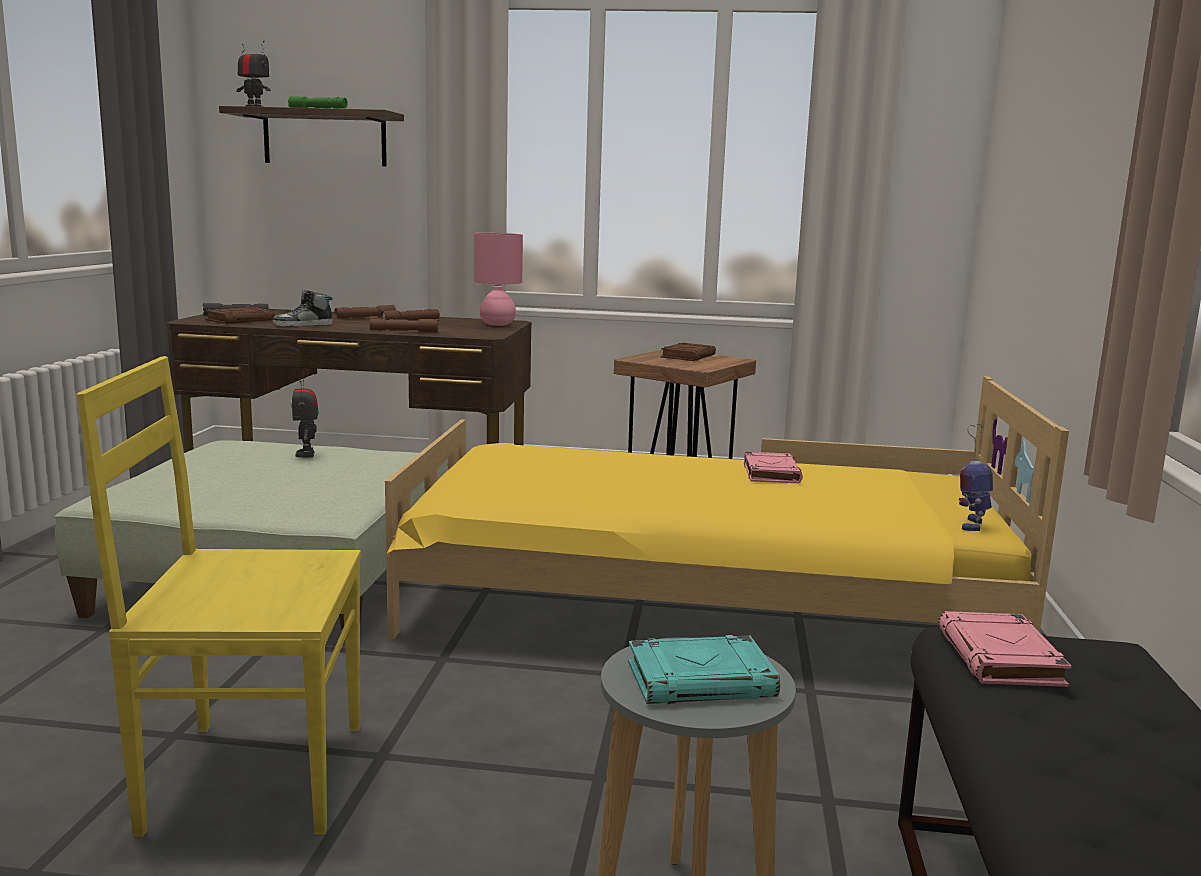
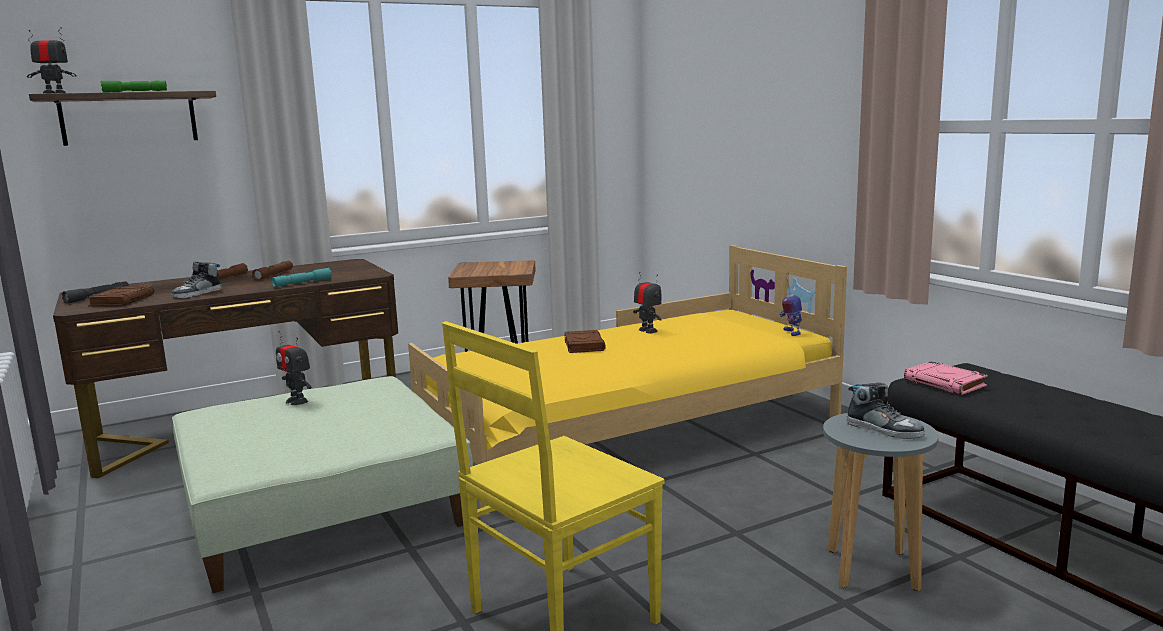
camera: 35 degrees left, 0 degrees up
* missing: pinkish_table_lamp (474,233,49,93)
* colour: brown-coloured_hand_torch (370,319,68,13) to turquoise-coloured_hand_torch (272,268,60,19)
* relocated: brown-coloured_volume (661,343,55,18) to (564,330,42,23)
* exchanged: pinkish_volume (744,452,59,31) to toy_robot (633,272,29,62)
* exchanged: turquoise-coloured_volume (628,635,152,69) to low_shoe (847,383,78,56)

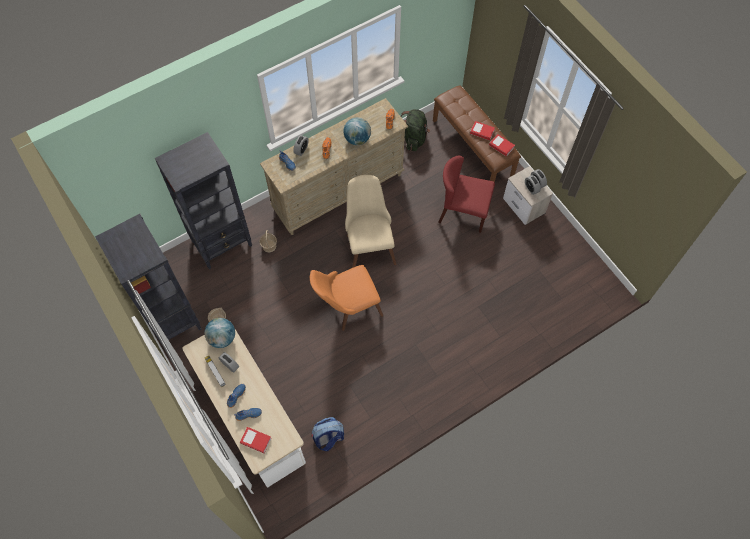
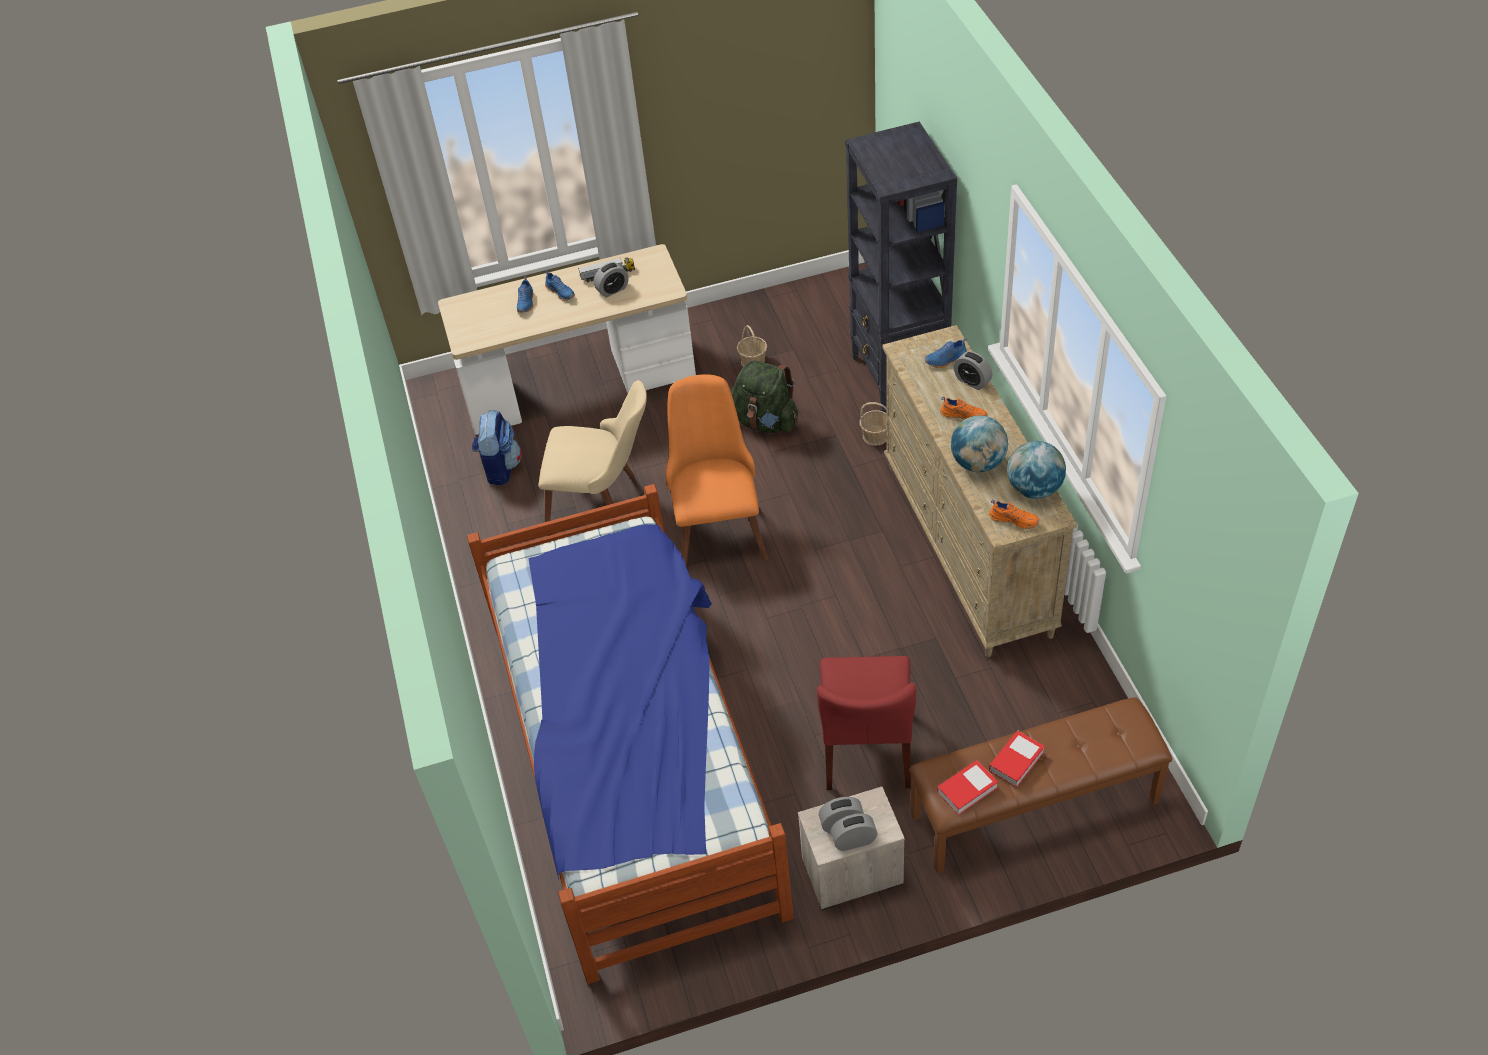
camera: 110 degrees right, 15 degrees down
* relocated: green_knapsack (401,109,29,42) to (731,359,67,74)
* spun: red-coloured_chair (438,156,57,77) = (817,656,99,134) 150 degrees clockwise
* relocated: beige-coloured_chair (345,175,51,93) to (539,380,108,142)
* missing: blackish_shelving_unit (95,214,106,129)
* relocated: desk_globe (205,318,30,30) to (1007,441,59,58)
* missing: volume (240,427,31,26)
* appeared: sleeping_bed (467,484,326,500)

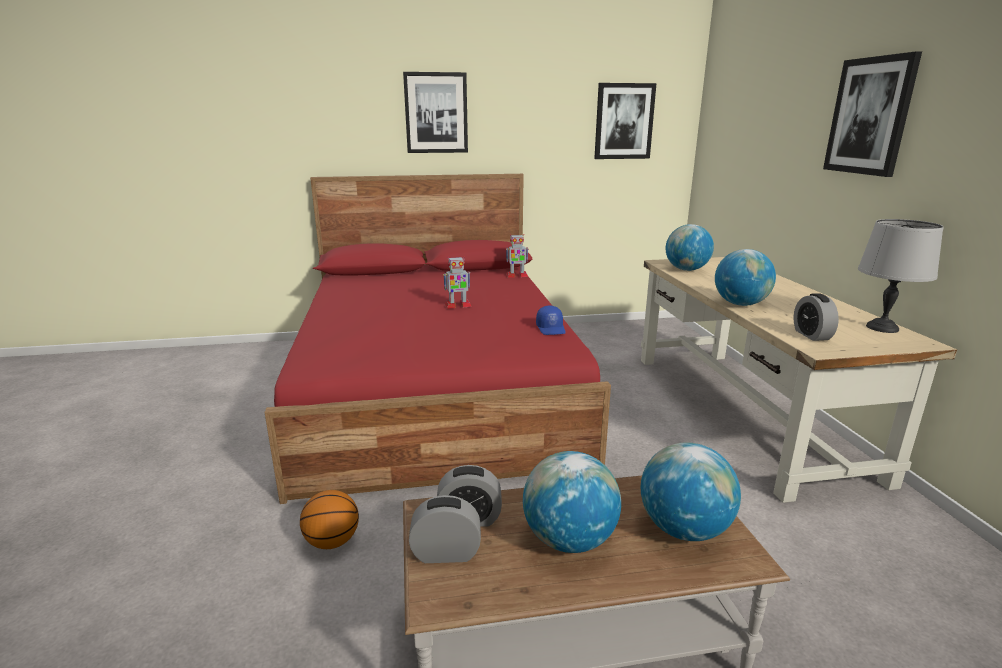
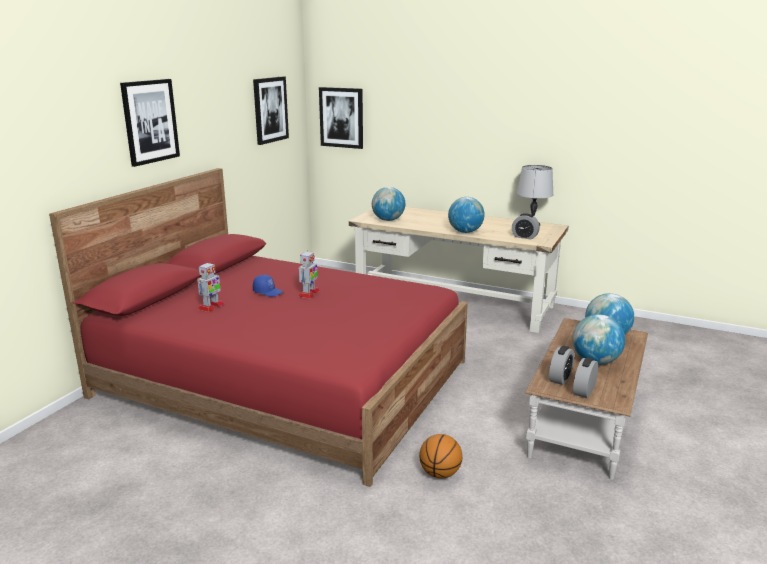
camera: 55 degrees left, 0 degrees up
* relocated: wall_art (823,51,99,126) to (319,87,44,62)
* relocated: toy_robot (506,234,22,44) to (197,261,27,51)
* relocated: blue_peaked_cap (536,305,30,30) to (253,275,30,22)

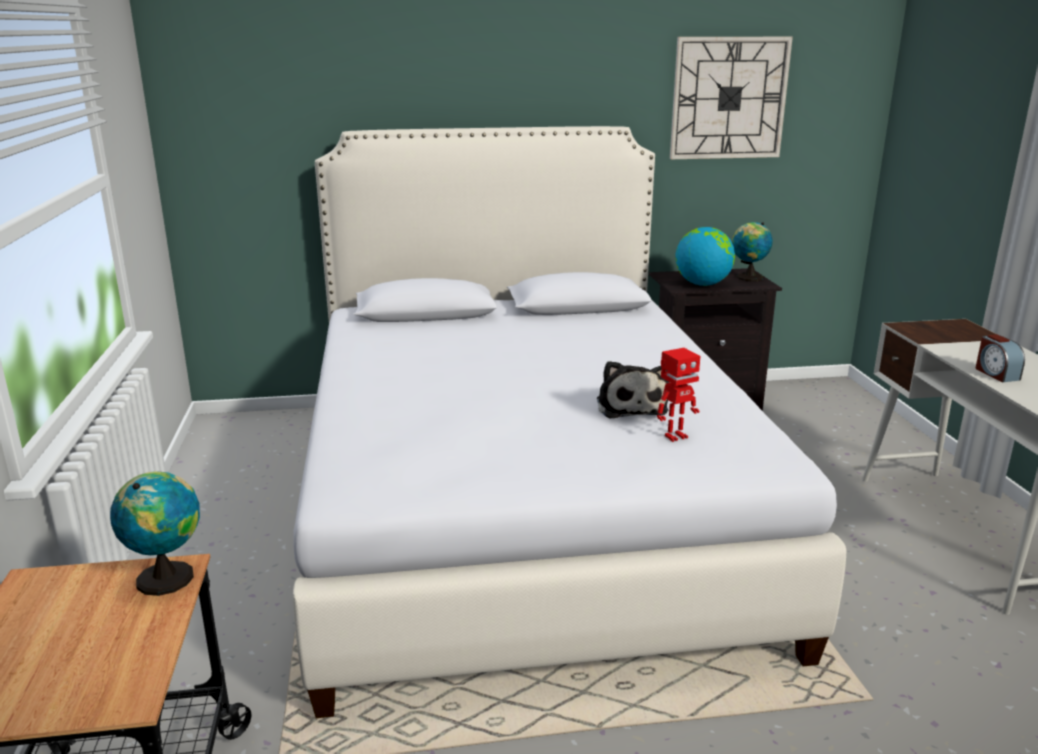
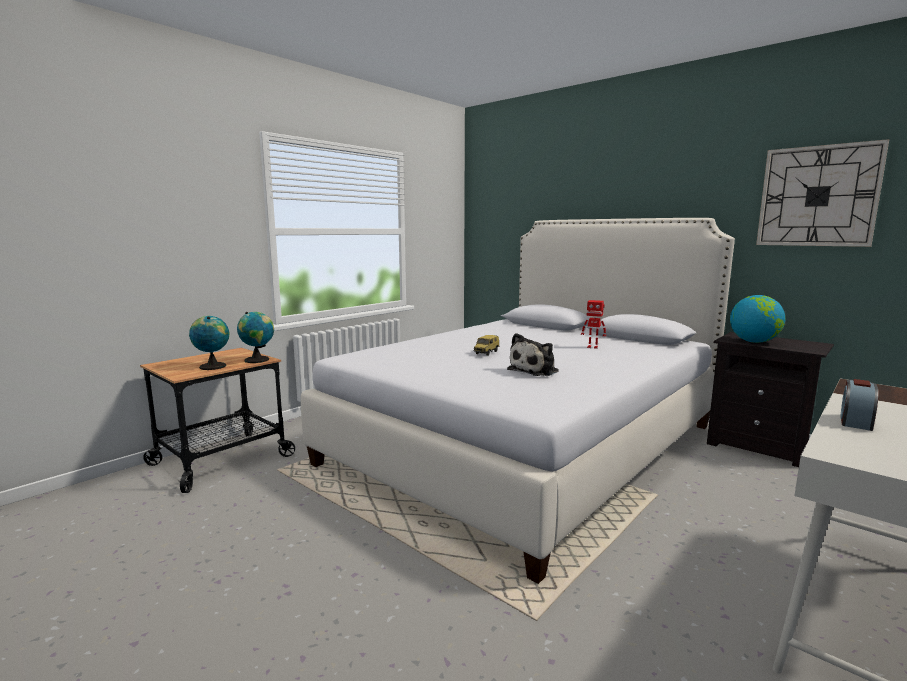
camera: 50 degrees right, 10 degrees down
* relocated: desk_globe (732,222,41,59) to (189,316,40,54)
* relocated: toy_robot (657,348,43,94) to (581,300,25,49)
* appeared: miniature_car (473,335,27,21)

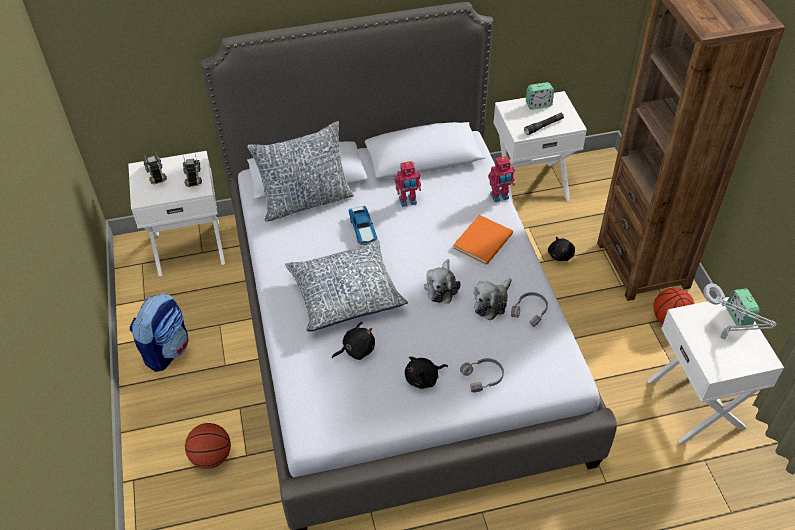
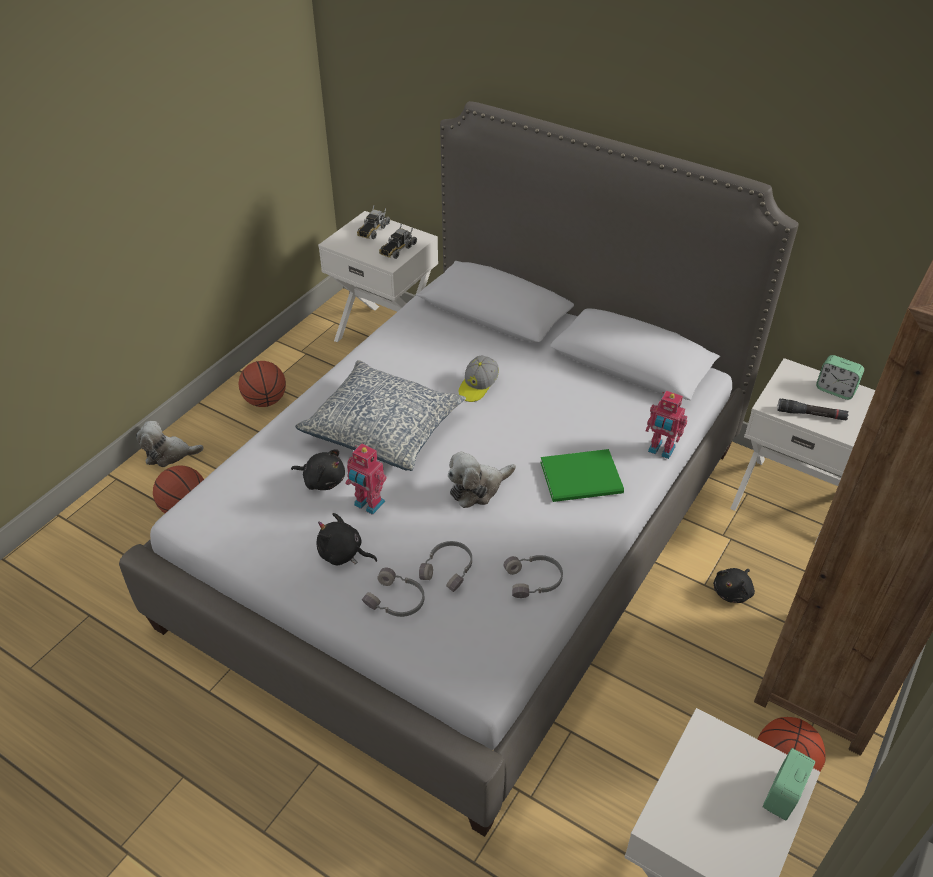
camera: 45 degrees right, 5 degrees down
* missing: pillow (247,121,107,100)
* relocated: toy_robot (394,161,27,46) to (346,443,41,72)
* exchanged: miniature_car (349,206,29,39) to peaked_cap (459,355,40,47)
* colour: orangey_volume (453,215,60,50) to green_volume (540,449,84,53)
* relocated: plush_toy (474,278,38,42) to (136,421,68,46)
* missing: gray_table_lamp (703,283,74,57)
* exchanged: knapsack (130,293,59,79) to basketball_ball (239,361,47,46)
* appeared: gray_headphones (419,541,53,51)

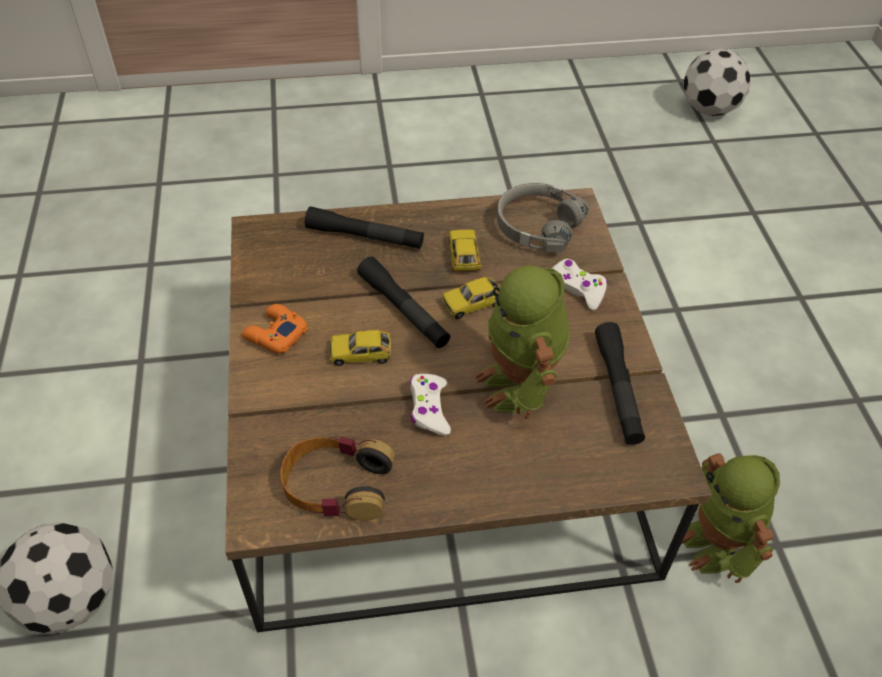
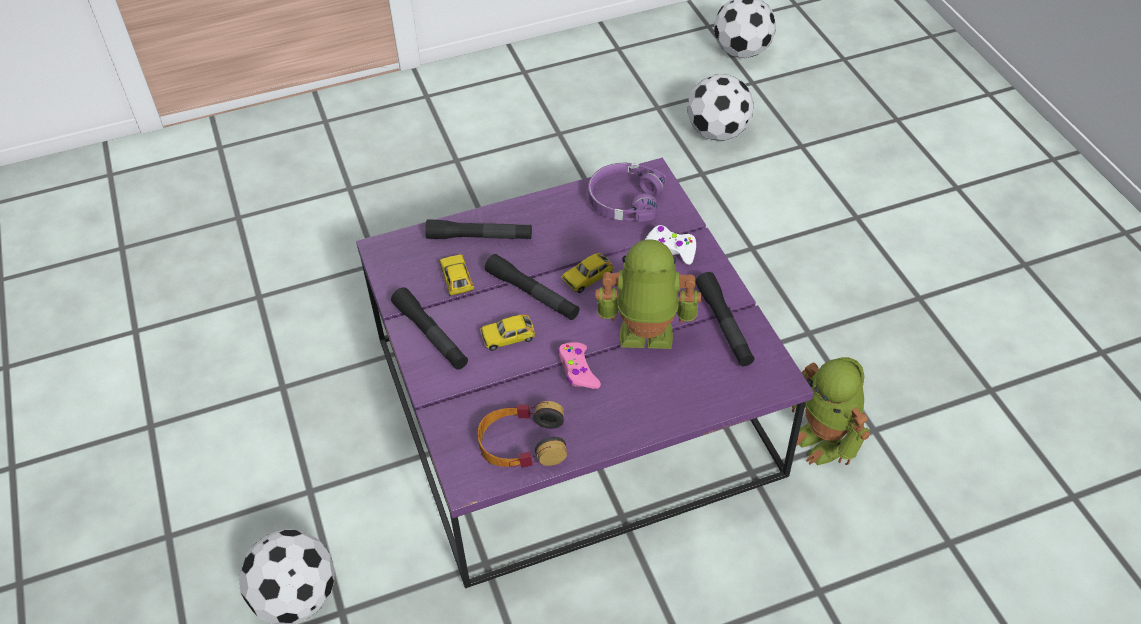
camera: 10 degrees left, 0 degrees up
* colour: gray_headphones (497,183,92,69) to purple-coloured_headphones (588,163,78,59)
* colour: brown-coloured_coffee_table (225,188,487,444) to purple-coloured_coffee_table (356,158,458,430)
* relocated: miniature_car (449,230,32,41) to (440,255,34,41)
* spun: toy_robot (474,266,95,153) = (595,239,106,110) 120 degrees clockwise
* exchanged: orangey_joypad (242,304,66,50) to blackish_hand_torch (391,287,77,83)
* colour: whitish_joypad (410,374,41,62) to pinkish_joypad (558,342,43,47)
* appeared: ball_for_football (687,74,67,67)

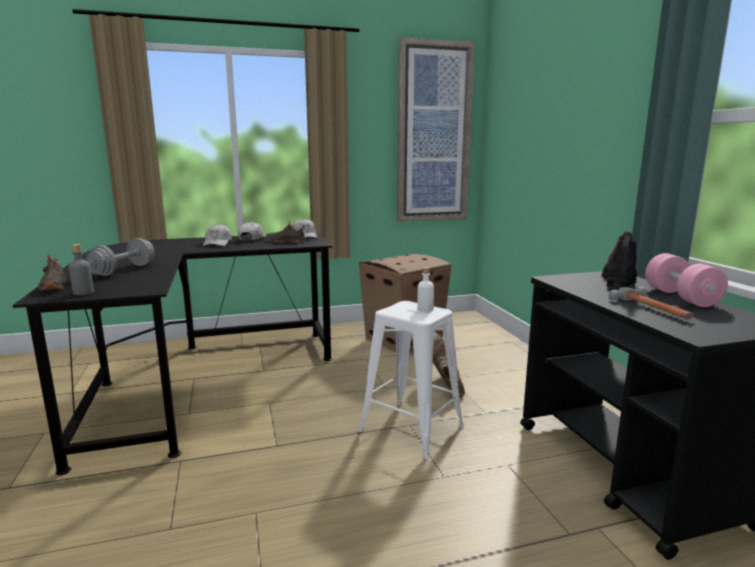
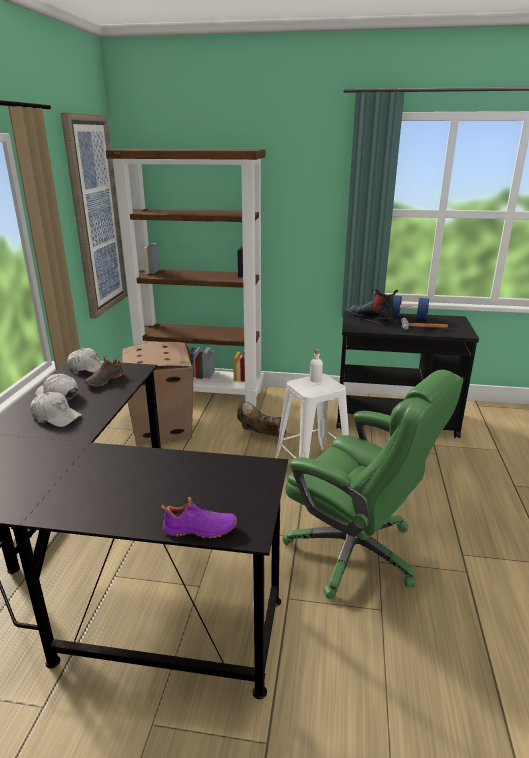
camera: 65 degrees left, 10 degrees up
* missing: gray_hand_weight (85,238,70,38)
* missing: gray_drink_bottle (69,244,25,51)
* colour: pinkish_hand_weight (645,253,83,54) to blue_hand_weight (393,295,37,25)
* colour: blackish_low_shoe (38,254,28,37) to purple-coloured_low_shoe (161,497,76,41)
* appeared: brown-coloured_shelving_unit (106,149,160,258)
* appeared: green_computer_chair (282,370,181,229)

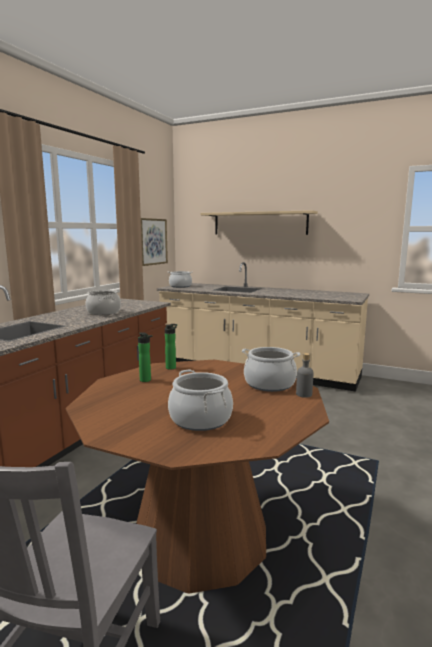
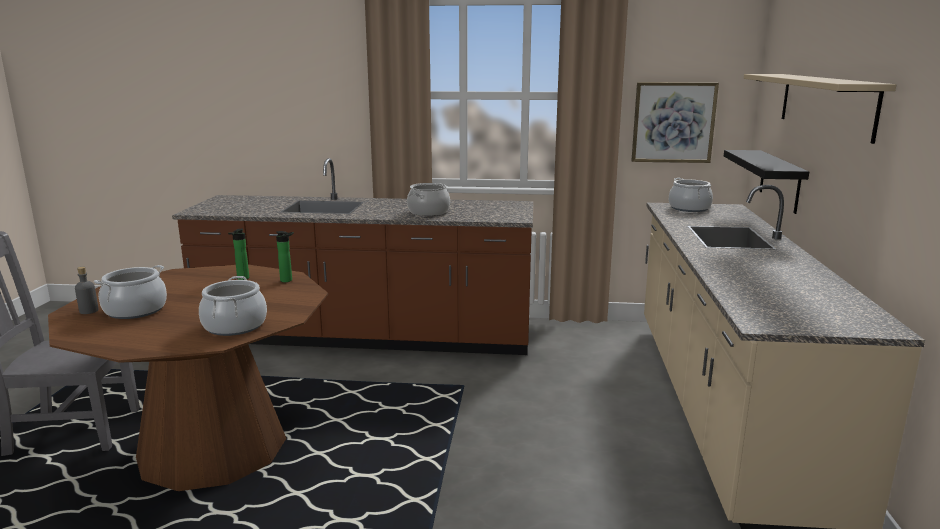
camera: 70 degrees right, 5 degrees up
* relocated: gray_drink_bottle (296,353,18,45) to (75,267,24,47)
* appeared: blackish_wall_shelf (724,150,85,64)

